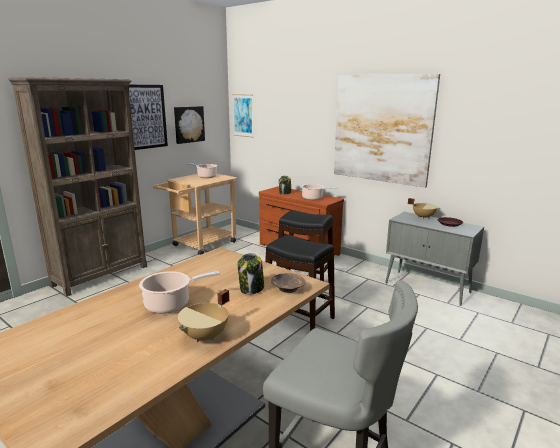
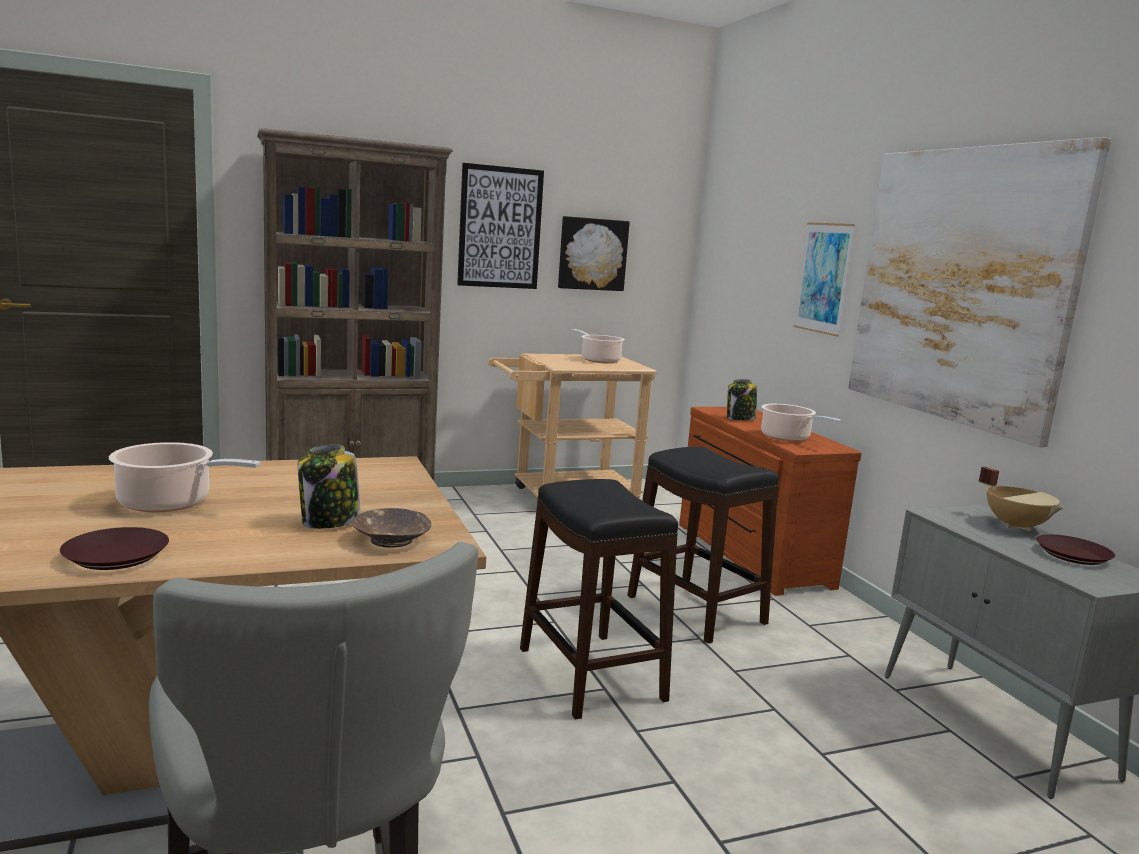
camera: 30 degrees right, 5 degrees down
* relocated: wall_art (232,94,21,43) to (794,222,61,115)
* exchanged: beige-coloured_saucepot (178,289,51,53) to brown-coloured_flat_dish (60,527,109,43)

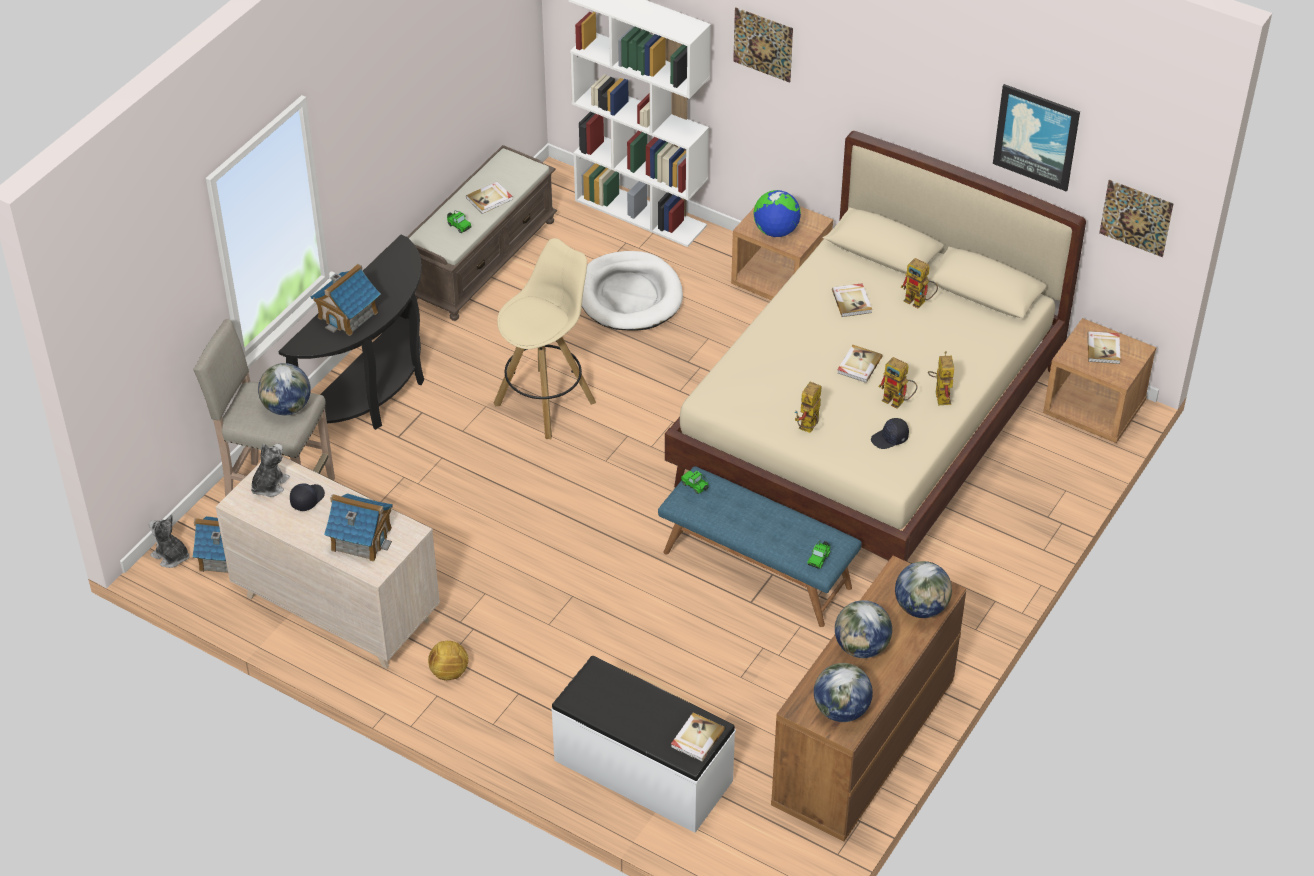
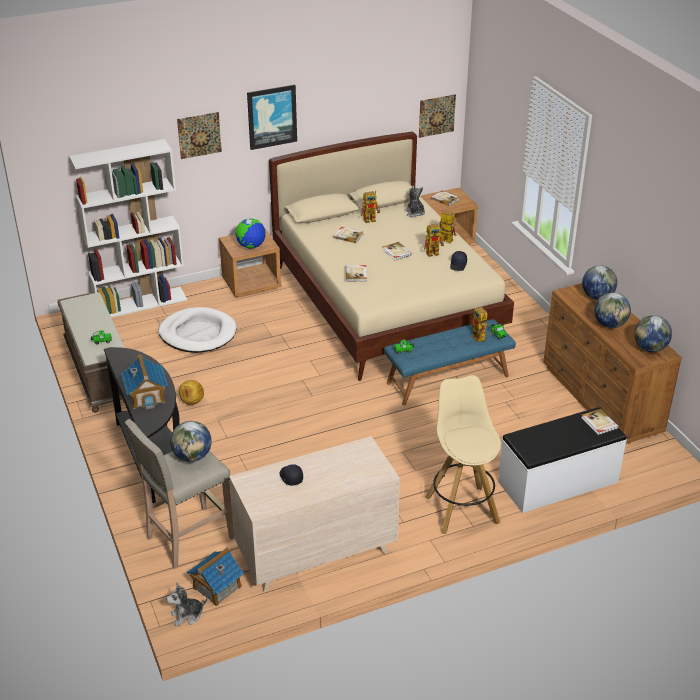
camera: 55 degrees left, 10 degrees down
* relocated: wall_art (993,84,87,108) to (247,85,50,65)
* relocated: volume (466,181,47,33) to (346,265,21,17)
* relocated: beige-coloured_stool_seat (494,238,102,201) to (425,375,76,159)
* relocated: toy_robot (795,382,27,51) to (471,307,22,36)
* relocated: plush_toy (251,444,39,53) to (405,186,20,31)
* missing: toy_house (324,493,69,69)
* relocated: ball_for_football (428,641,41,39) to (179,380,25,25)

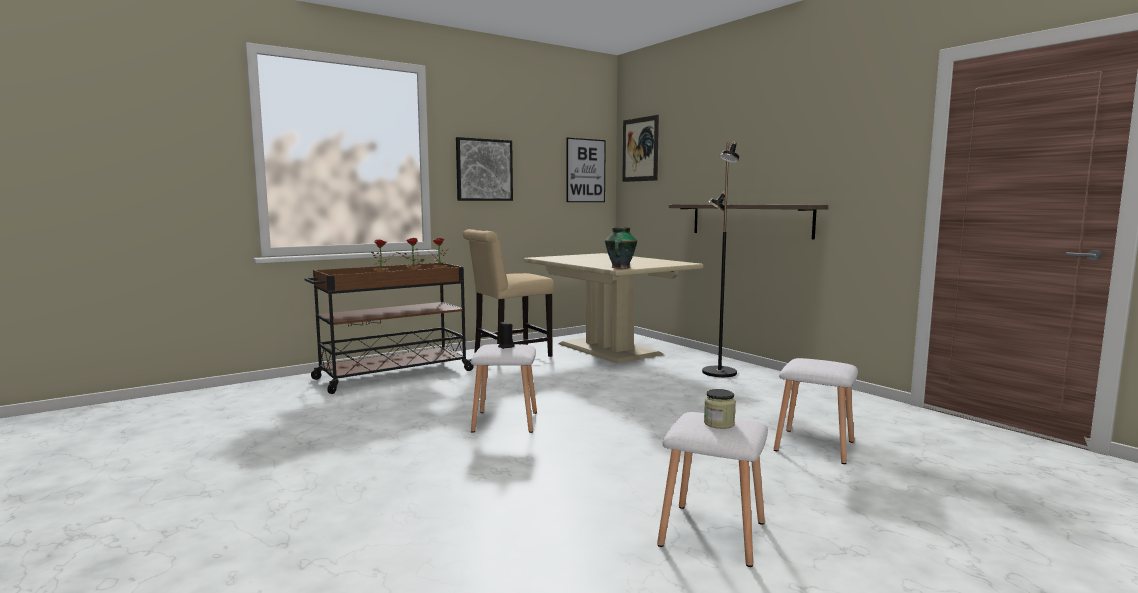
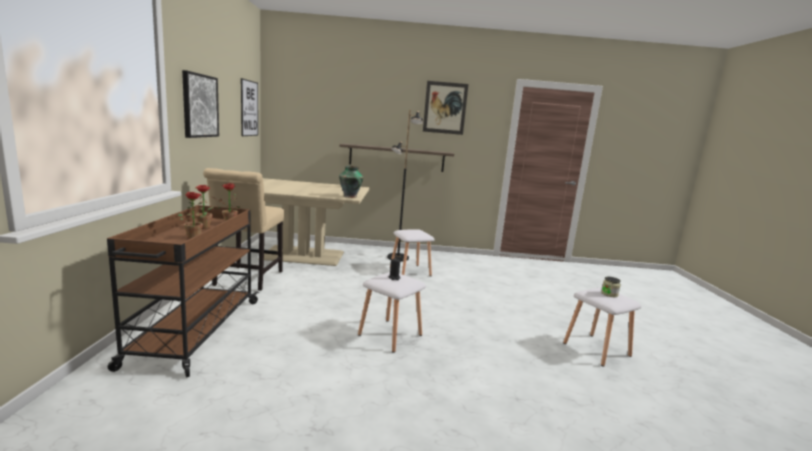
camera: 55 degrees left, 5 degrees up
* relocated: wall_art (622,115,37,67) to (423,81,45,54)
* relocated: whitish_stool_seat (774,358,84,106) to (390,229,45,47)

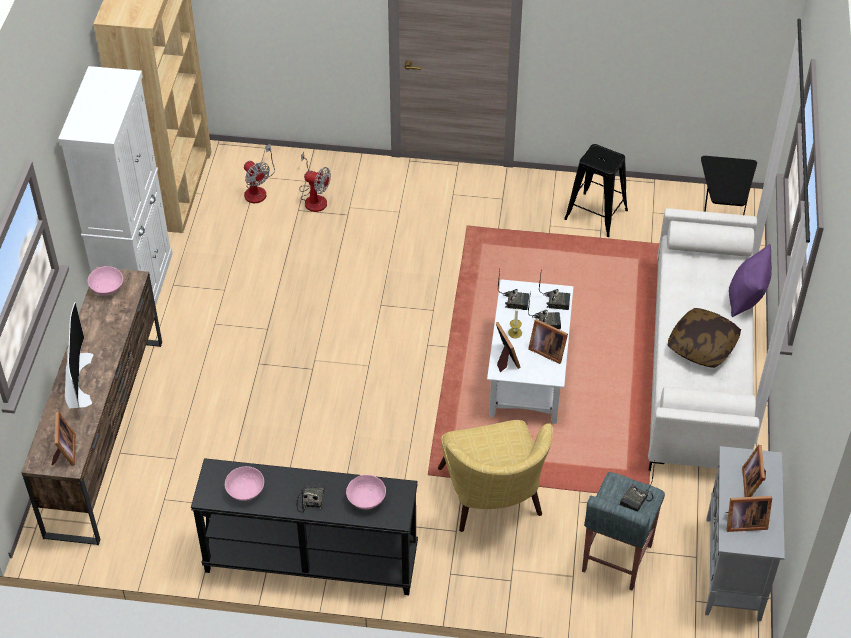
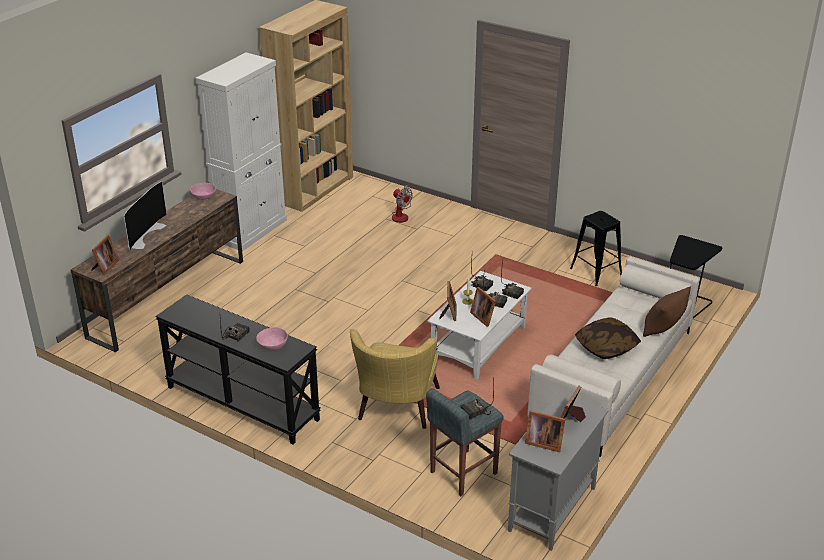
camera: 25 degrees right, 15 degrees down
* missing: fan (244,144,31,59)
* colour: purple-coloured_pillow (729,244,43,73) to brown-coloured_pillow (643,286,48,51)
* missing: pinkish_bowl (225,466,39,35)

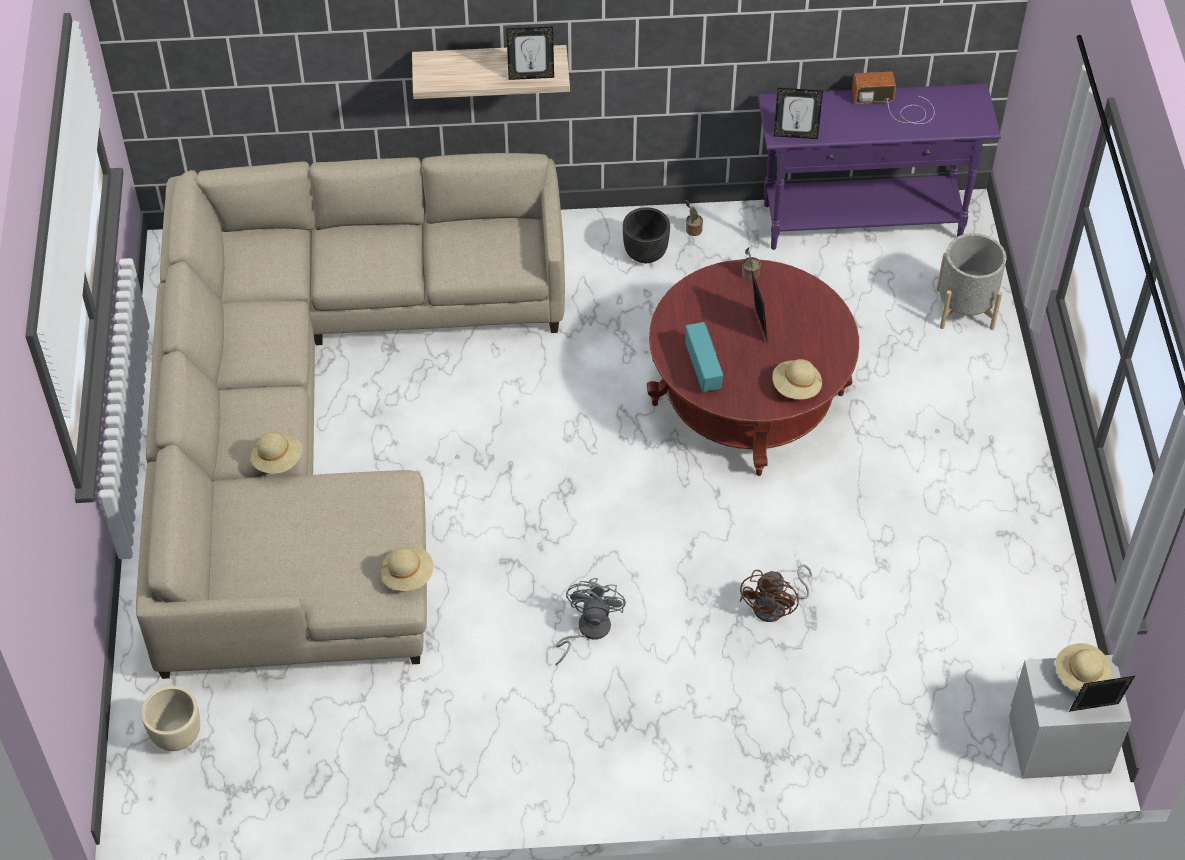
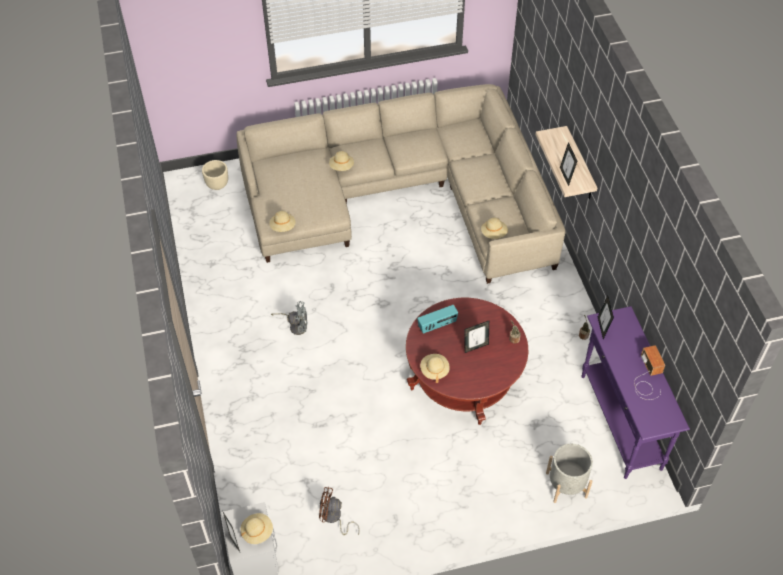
camera: 80 degrees right, 0 degrees up
* missing: blackish_plant_pot (623,207,47,56)
* relocated: brown-coloured_fan (740,564,72,58) to (319,487,41,48)
* appeared: beige-coloured_clothing_hat (481,217,27,22)

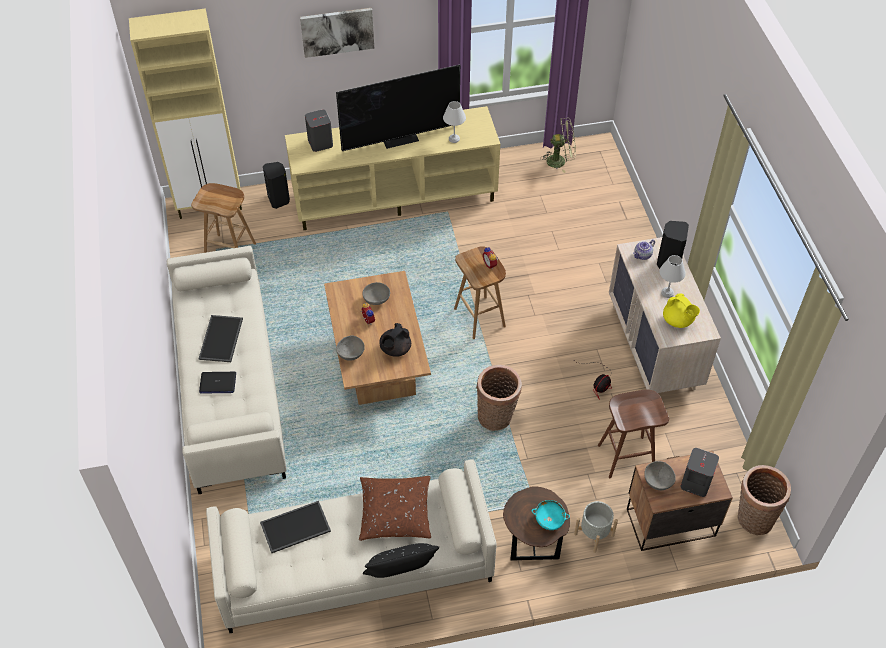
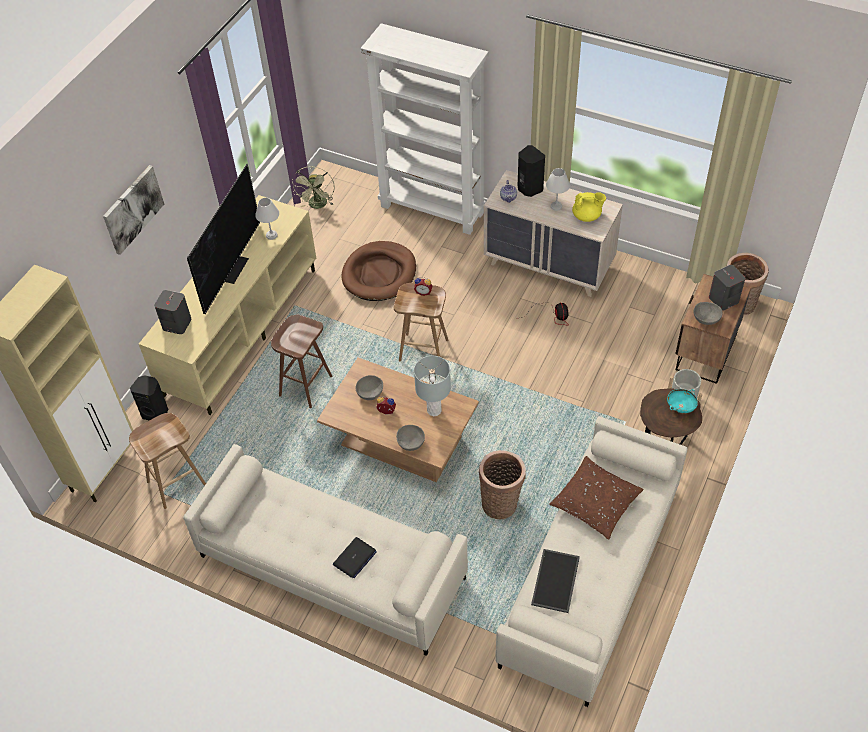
camera: 50 degrees left, 0 degrees up
* spun: green_fan (540,118,36,55) = (292,166,43,43) 150 degrees clockwise
* missing: carrying_tray (199,315,44,47)
* exchanged: blackish_teapot (379,323,32,34) to gray_table_lamp (414,356,37,60)
* relocated: basket (476,364,46,67) to (479,450,47,69)
* relocated: brown-coloured_stool_seat (598,390,71,88) to (271,315,61,93)
* missing: blackish_pillow (363,543,76,35)
* appeared: whitish_shelving_unit (361,23,127,212)
* appeared: brown-coloured_dog_cushion (341,241,75,60)

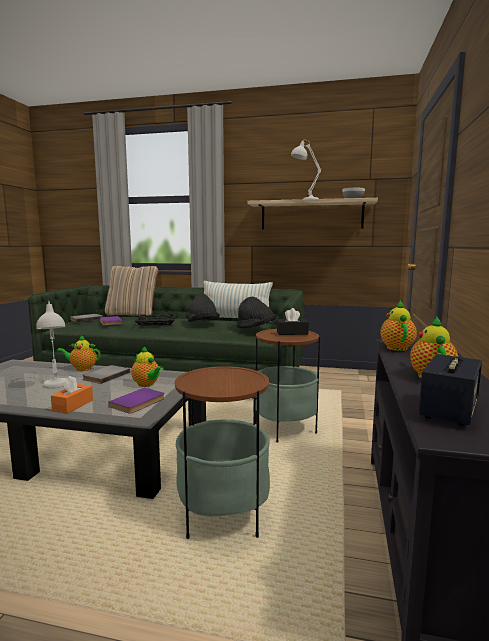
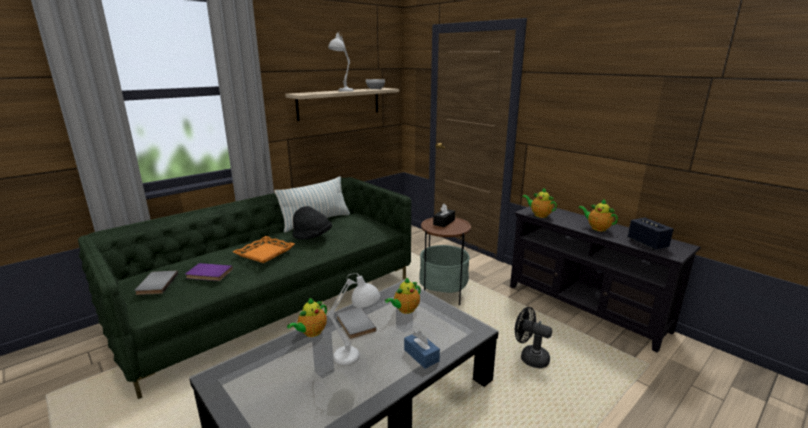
camera: 55 degrees left, 10 degrees up
* missing: beige-coloured_pillow (105,265,54,52)
* missing: blackish_clothing_hat (237,297,39,31)
* colour: blackish_carrying_tray (135,314,42,12) to orangey_carrying_tray (233,236,62,27)
* spun: teapot (131,346,33,41) = (385,278,36,36) 150 degrees clockwise
* exchanged: side_table (175,366,95,173) to blackish_fan (515,307,37,61)
* colour: orangey_tissue_holder (51,375,42,39) to blue_tissue_holder (404,331,36,38)
* missing: purple-coloured_volume (108,388,57,26)

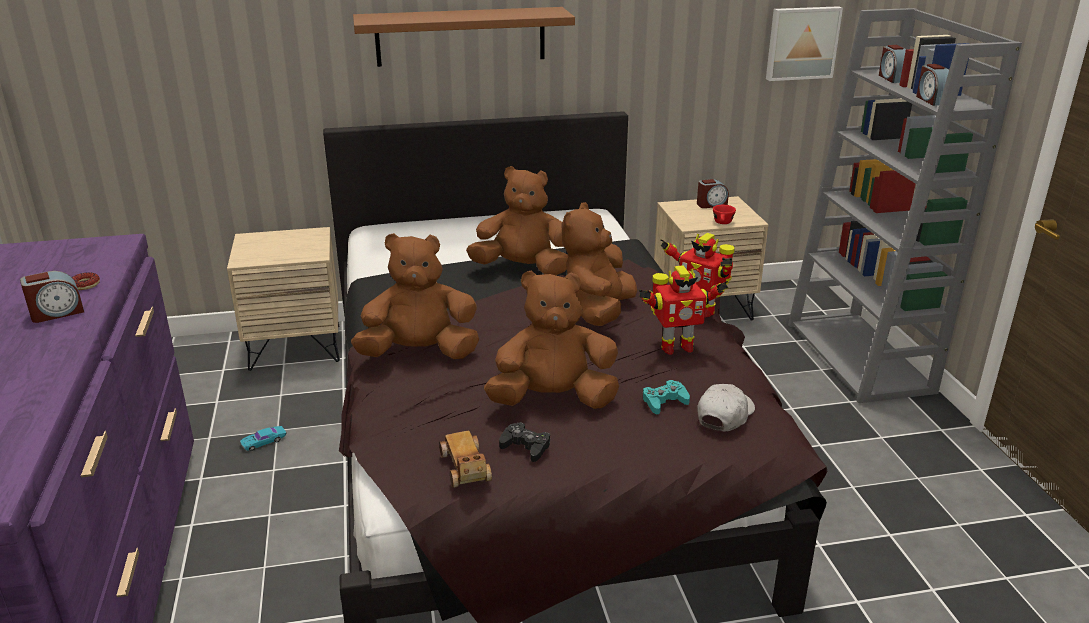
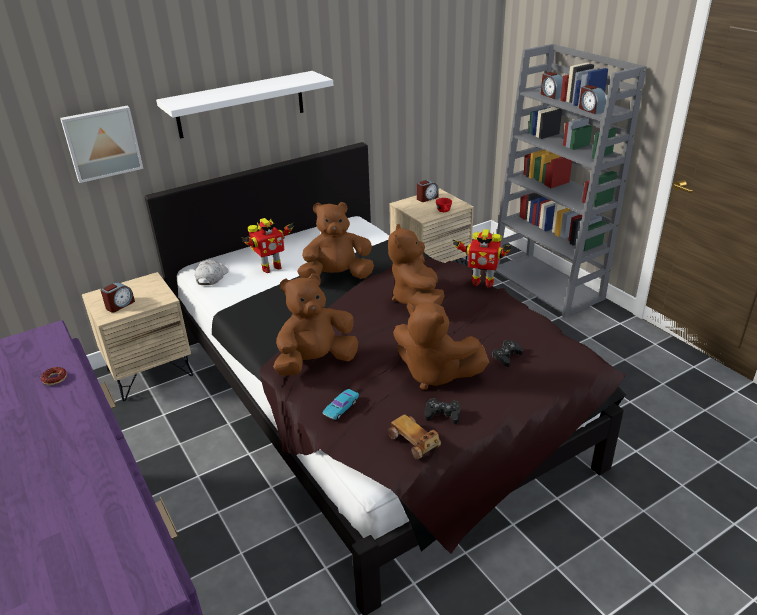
camera: 20 degrees left, 5 degrees up
* relocated: wall_art (766,6,77,75) to (60,106,84,77)
* colour: brown-coloured_wall_shelf (353,7,222,60) to whitish_wall_shelf (156,71,177,68)
* relocated: toy_robot (639,266,89,89) to (242,218,52,55)
* relocated: alarm_clock (20,271,64,52) to (100,282,35,31)
* spun: brown-coloured_plush_toy (484,271,135,138) = (393,303,96,87) 120 degrees counterclockwise
* colour: turquoise-coloured_joypad (642,380,48,34) to blackish_joypad (492,340,31,27)
* relocated: whitish_peaked_cap (697,384,58,48) to (195,260,34,25)
* relocated: turquoise-coloured_miniature_car (240,426,46,25) to (322,389,37,31)

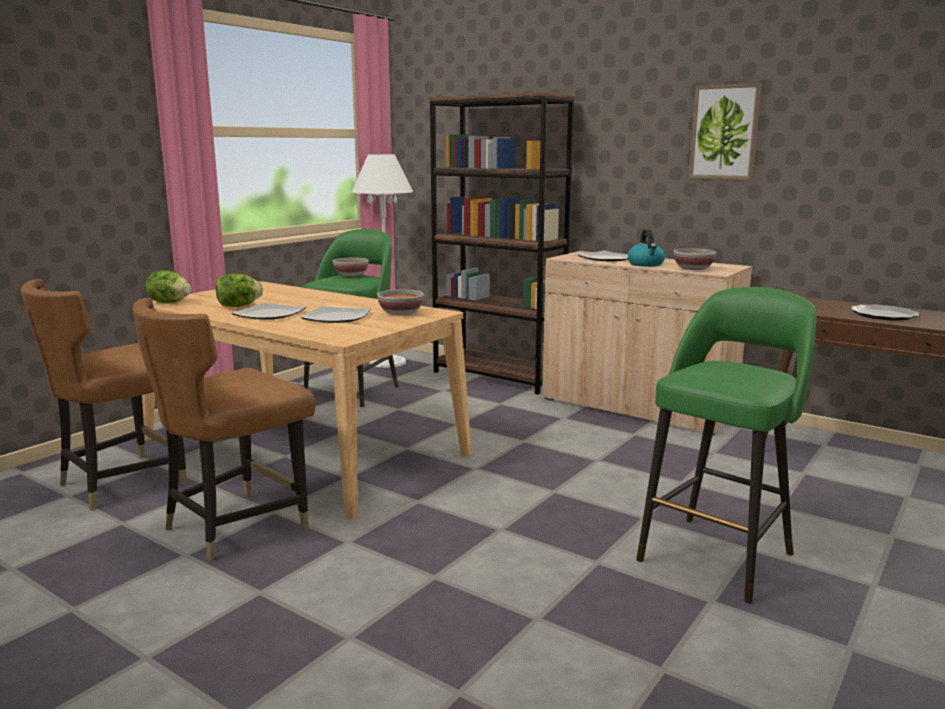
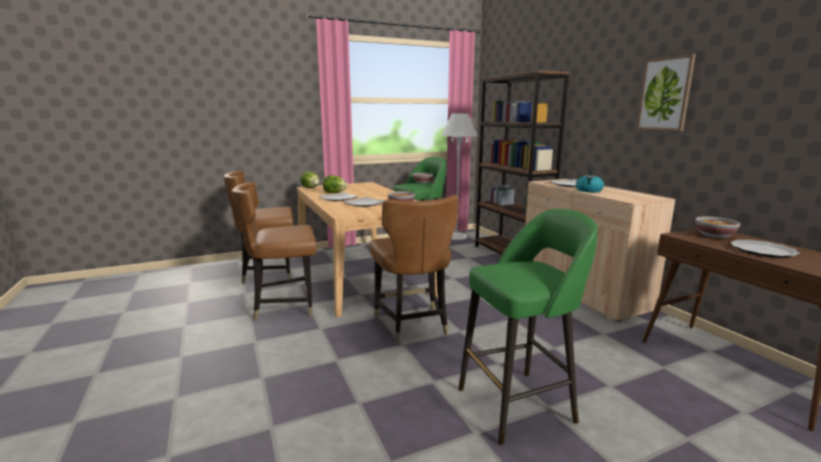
camera: 30 degrees right, 0 degrees up
* relocated: bowl (673,248,44,22) to (695,216,45,22)
* appeared: brown-coloured_chair (369,195,89,148)

